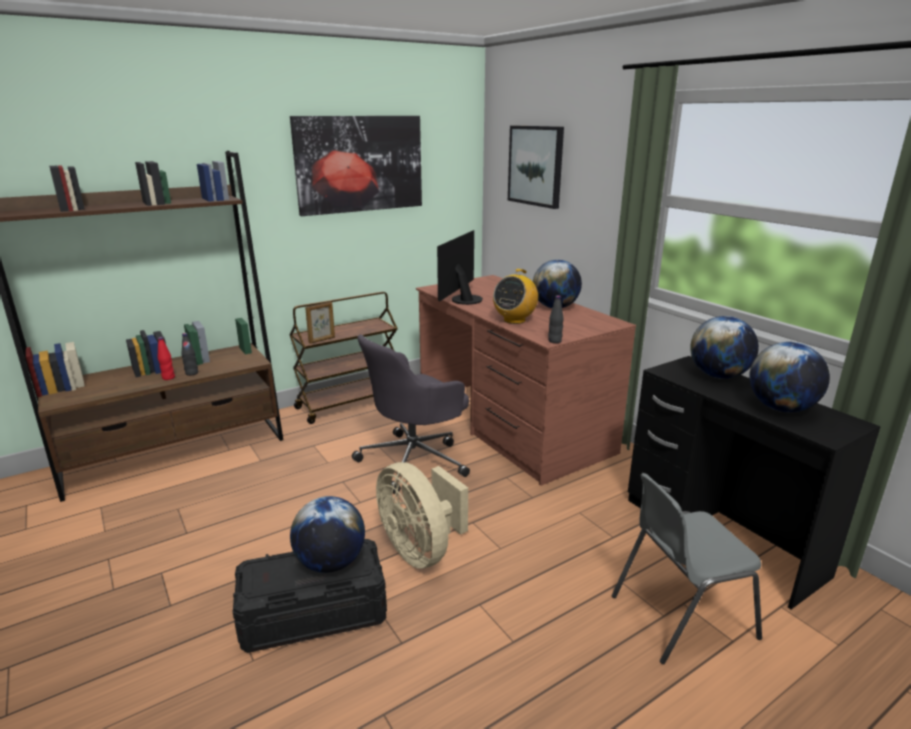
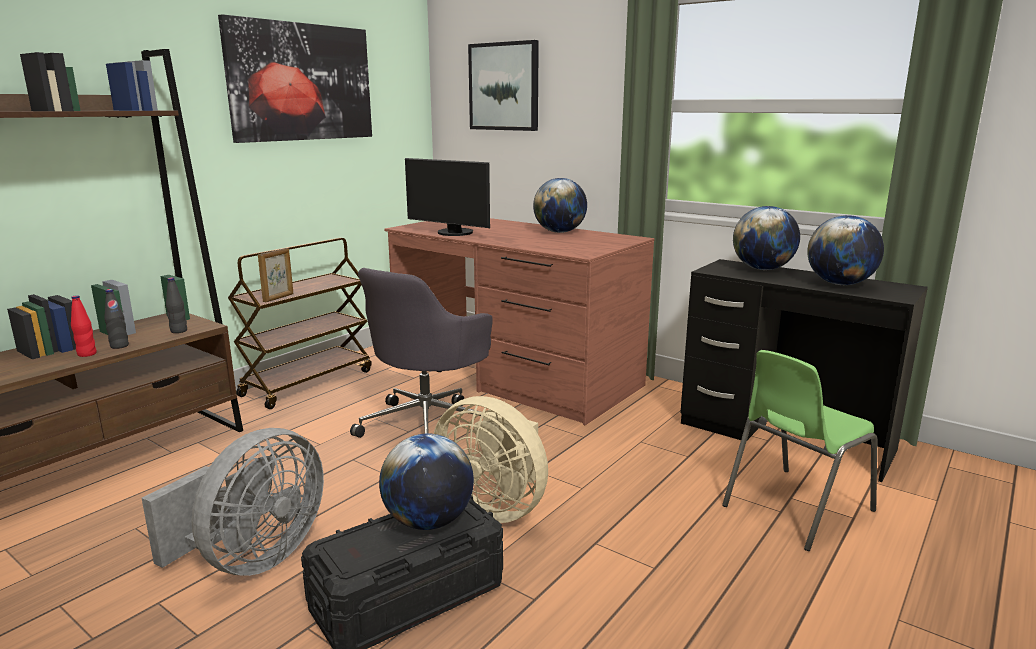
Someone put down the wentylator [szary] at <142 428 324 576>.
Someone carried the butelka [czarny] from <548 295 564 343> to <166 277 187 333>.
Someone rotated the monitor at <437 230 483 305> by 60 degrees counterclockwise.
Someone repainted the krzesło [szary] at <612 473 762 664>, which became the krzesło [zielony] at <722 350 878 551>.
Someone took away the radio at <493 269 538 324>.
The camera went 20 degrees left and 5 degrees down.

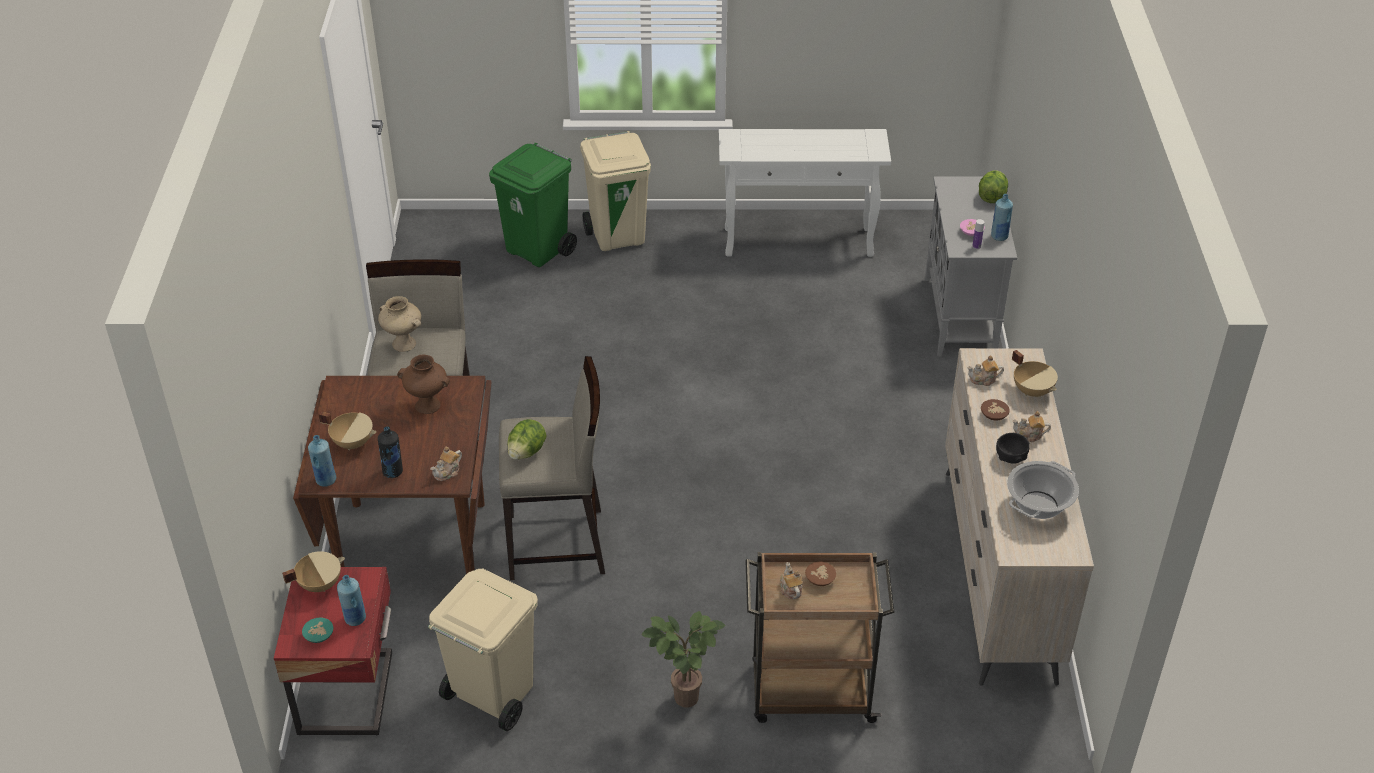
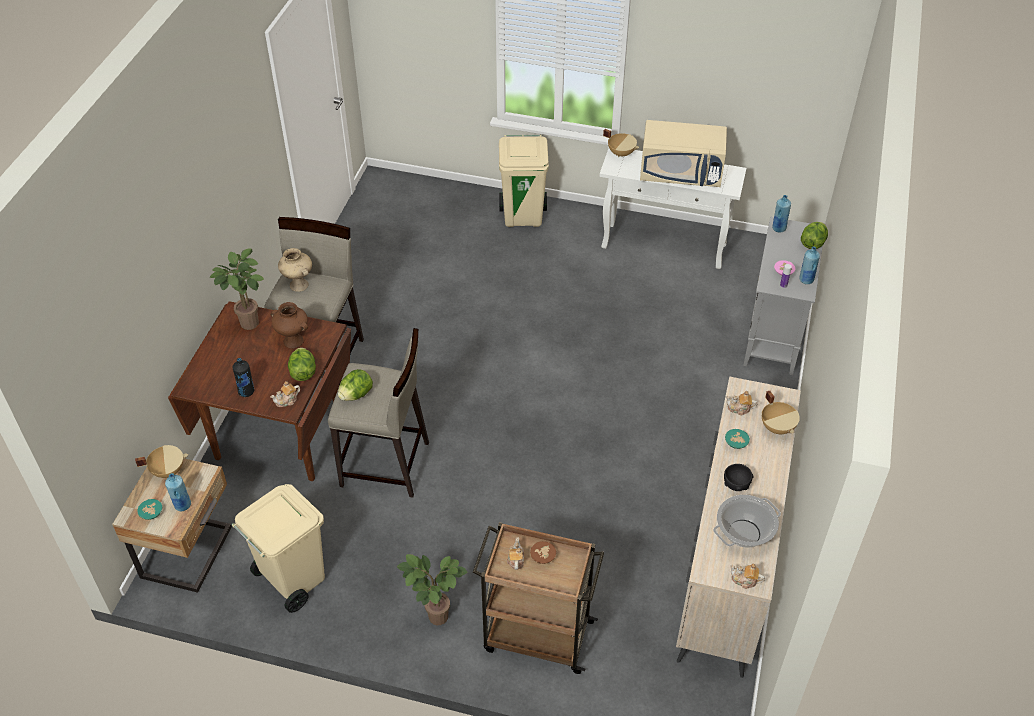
Someone repainted the szafka nocna [czerwony] at <274 567 392 735>, which became the szafka nocna [beżowy] at <112 459 232 593>.
Someone put down the roślina doniczkowa at <210 248 264 330>.
Someone put down the sałata at <288 348 316 381>.
Someone carried the garnek [beżowy] from <319 412 376 450> to <603 129 639 157>.
Someone put down the mikrofalówka [beżowy] at <640 120 727 187>.
Someone repainted the miska [brązowy] at <981 399 1010 420>, which became the miska [turkusowy] at <725 429 750 449>.
Someone carried the imbryk from <1012 411 1051 442> to <730 564 765 589>.
Someone carried the butelka [niebieski] from <308 435 336 487> to <772 195 791 233>.
Someone took away the kosz na śmieci [zielony] at <489 143 577 267>.
The camera went 15 degrees right and 5 degrees up.

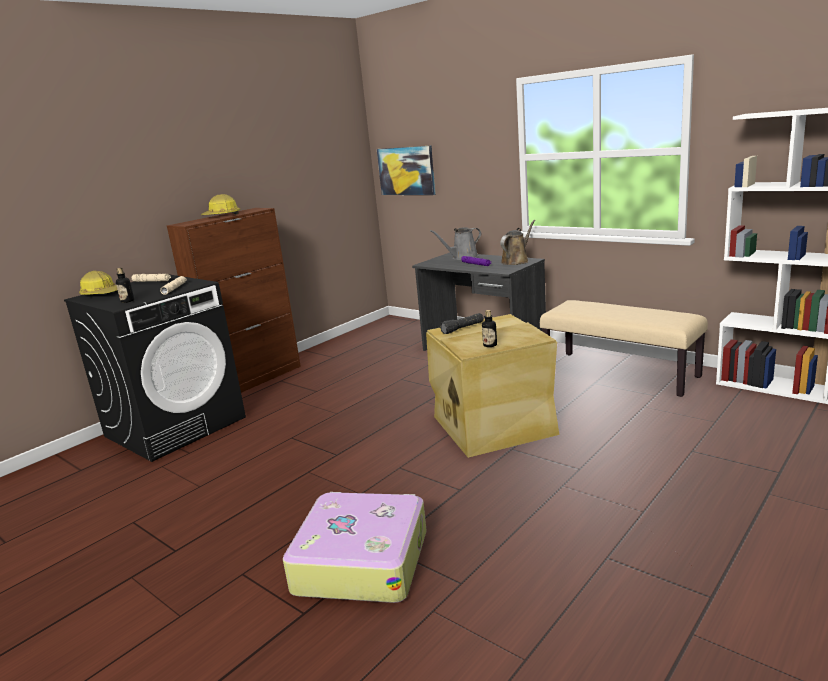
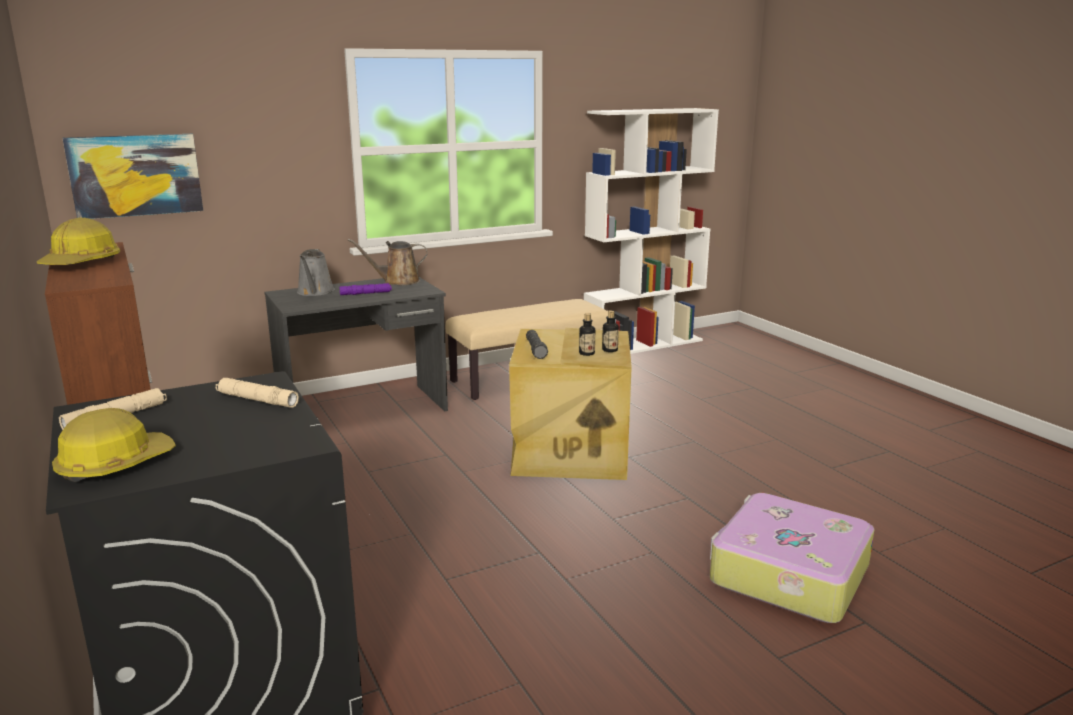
Someone rotated the konewka [brązowy] at <500 220 535 265> by 75 degrees counterclockwise.
Someone carried the butelka from <116 268 134 303> to <579 313 595 356>.
The camera went 70 degrees left and 0 degrees up.

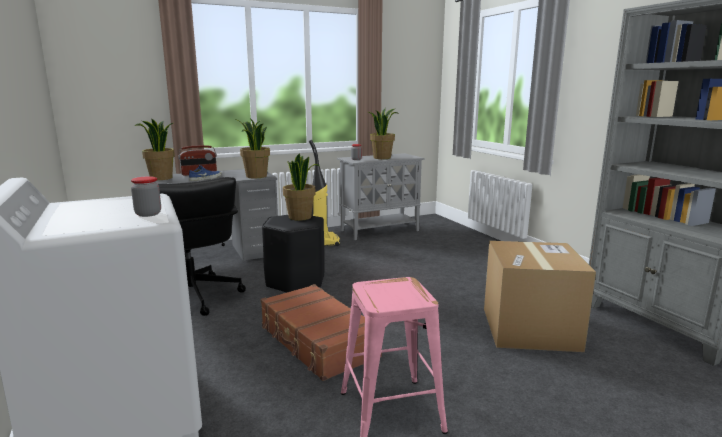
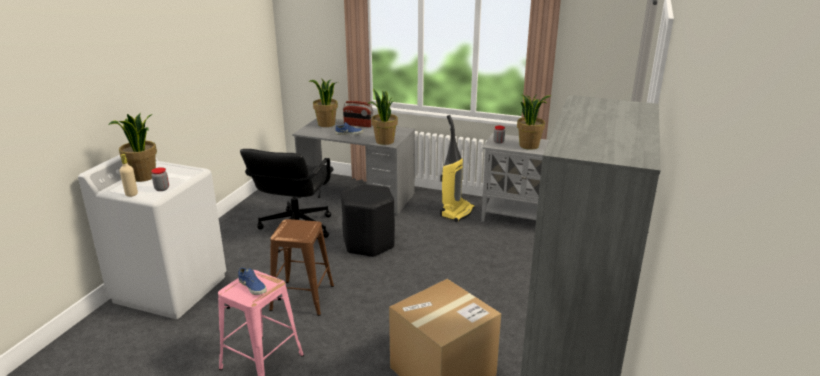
Someone carried the roślina doniczkowa from <283 154 319 221> to <108 113 157 182>.
Someone put down the butelka [beżowy] at <120 154 138 197>.
Someone put down the but [niebieski] at <238 268 267 295>.
Someone swapped the walizka [brązowy] at <261 284 382 381> for the stołek [brązowy] at <269 219 334 316>.
The camera went 45 degrees right and 10 degrees up.

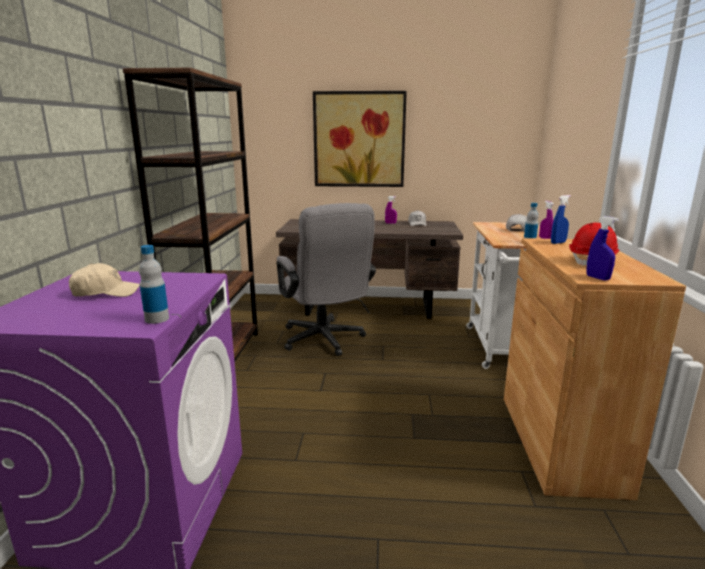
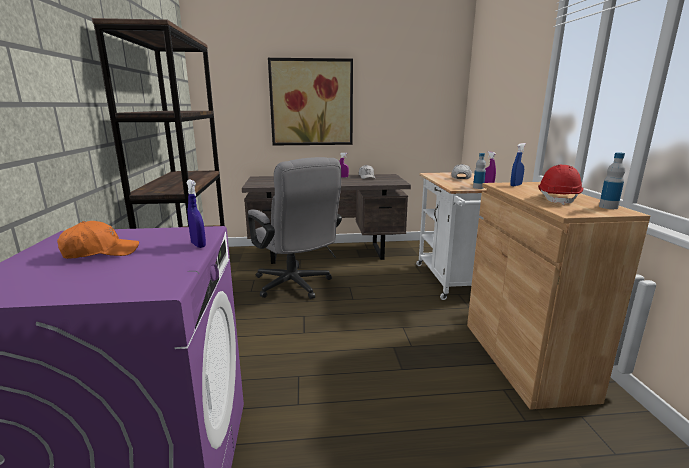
Someone repainted the czapka z daszkiem [beżowy] at <69 263 140 297>, which became the czapka z daszkiem [pomarańczowy] at <57 221 139 259>.
Someone carried the spryskiwacz [niebieski] from <587 216 619 280> to <186 180 206 248>.
Someone carried the butelka from <139 245 169 324> to <599 152 625 209>.
The camera went 10 degrees left and 0 degrees up.

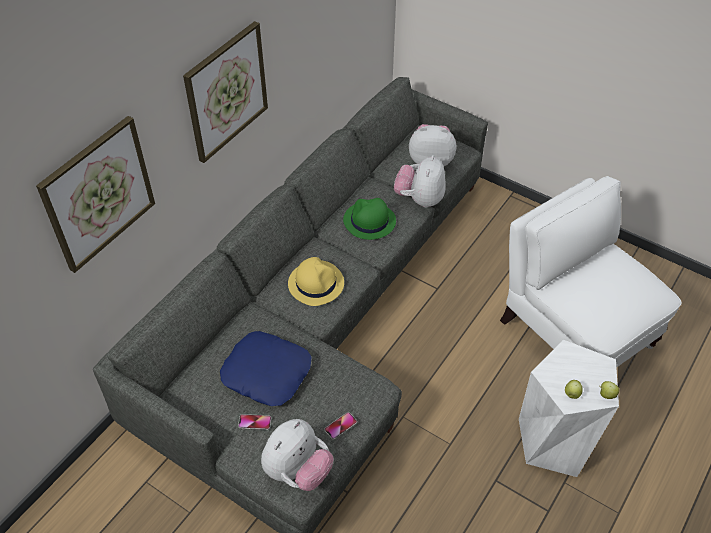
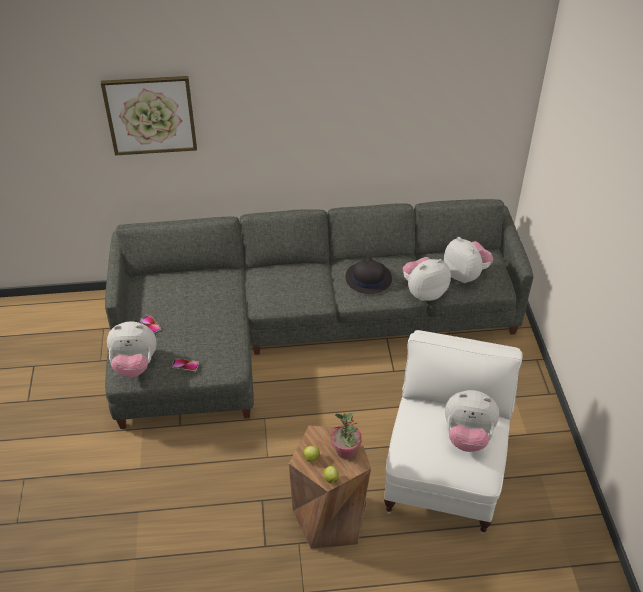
Someone repainted the stołek [biały] at <519 340 619 477>, which became the stołek [brązowy] at <289 425 371 549>.
Someone put down the roślina doniczkowa at <331 413 362 459>.
Someone repainted the kapelusz [zielony] at <343 198 396 240>, which became the kapelusz [czarny] at <346 256 392 294>.
Someone put down the pluszak at <445 390 499 452>.
Someone took away the obraz at <183 21 268 163>.
Someone took away the poduszka [niebieski] at <220 331 311 406>.
Someone took away the kapelusz [żółty] at <288 257 344 306>.
The camera went 50 degrees right and 5 degrees down.

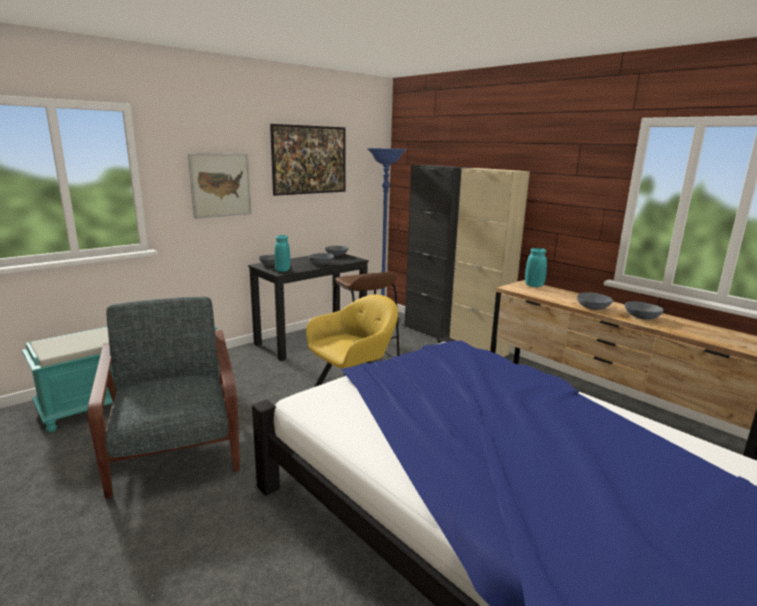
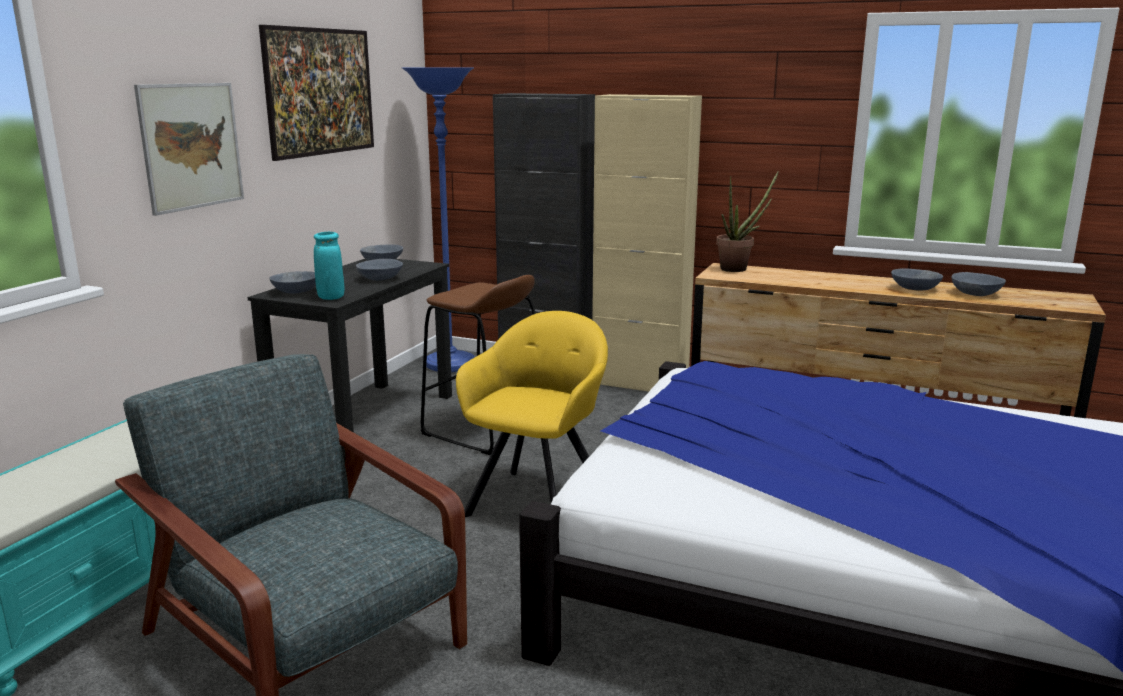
Someone swapped the wazon [turkusowy] at <525 248 547 287> for the roślina doniczkowa at <716 171 779 272>.
Someone carried the miska [szary] from <577 292 613 310> to <951 272 1006 296>.
The camera went 25 degrees left and 0 degrees up.

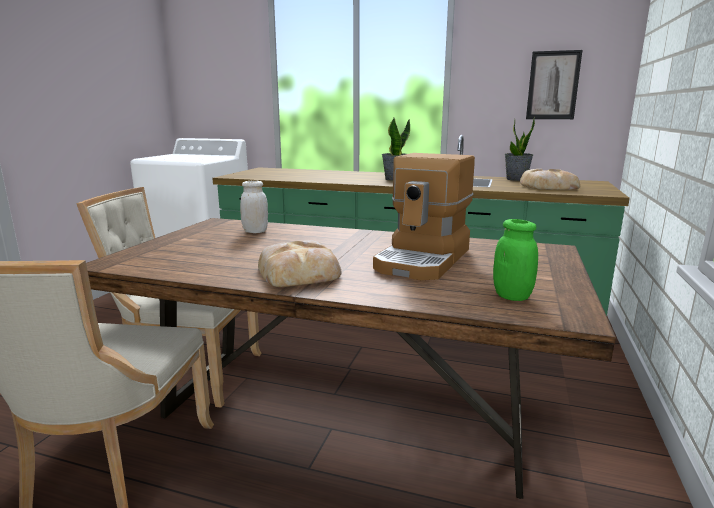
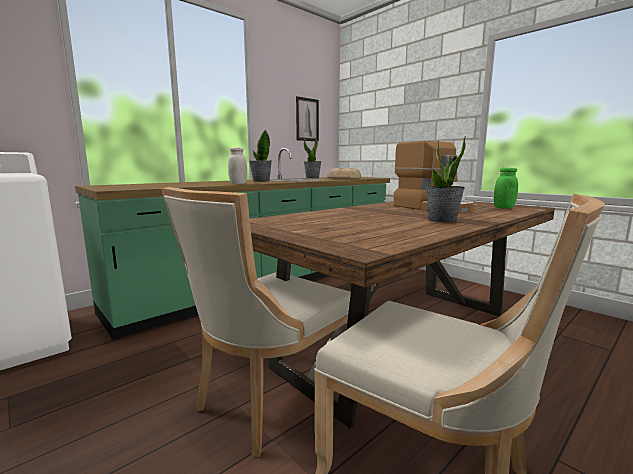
Someone carried the słoik [biały] from <240 181 268 233> to <228 147 247 184>.
Someone swapped the chleb at <258 240 341 287> for the roślina doniczkowa at <425 137 466 223>.
The camera went 60 degrees left and 5 degrees down.

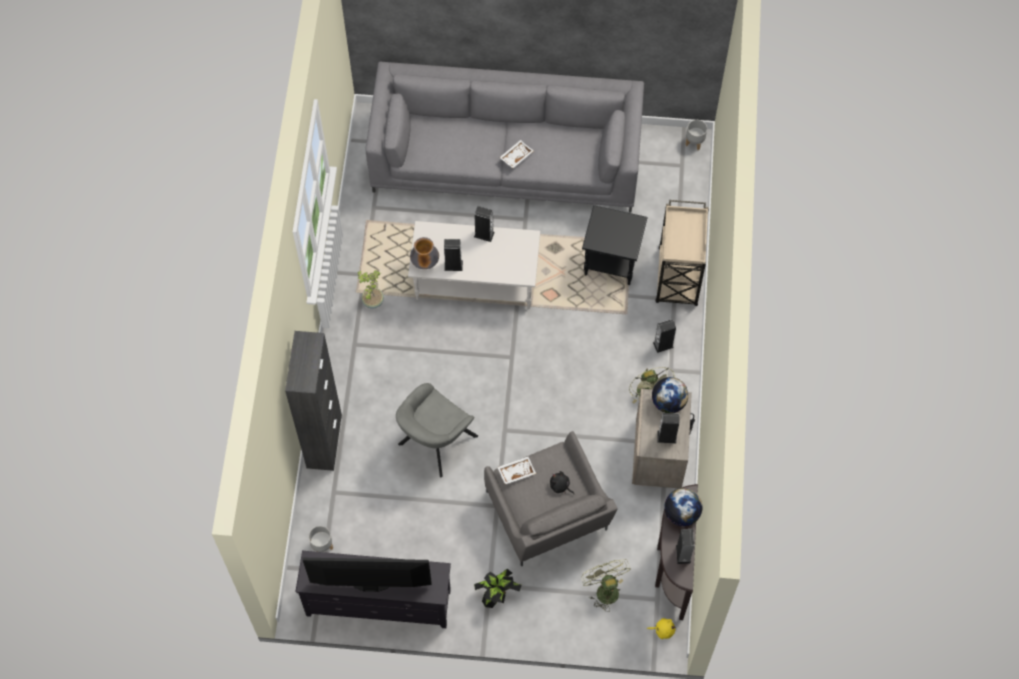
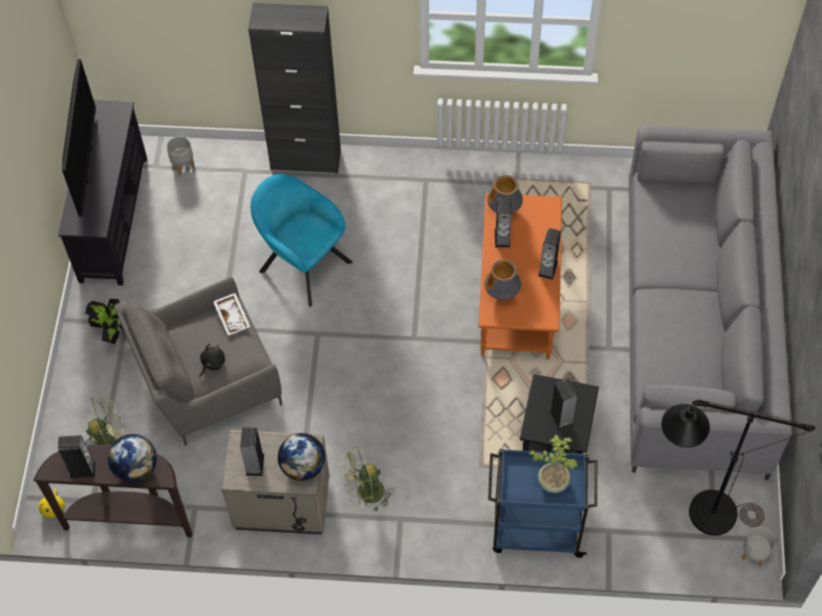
Someone repainted the fotel [szary] at <396 383 478 478>, which became the fotel [turkusowy] at <251 174 352 307>.
Someone repainted the ława [biały] at <408 221 540 309>, which became the ława [pomarańczowy] at <479 193 562 360>.
Someone put down the wazon at <484 259 521 300>.
Someone repainted the wózek [beżowy] at <656 200 709 306>, which became the wózek [niebieski] at <488 449 597 558>.
Someone carried the roślina doniczkowa from <358 270 384 309> to <529 435 578 493>.
Someone carried the głośnik from <653 319 676 353> to <549 379 577 430>.
Someone put down the lampa stojąca [czarny] at <661 400 815 535>.
Someone took away the taca [biały] at <499 140 534 168>.
The camera went 90 degrees right and 5 degrees down.

